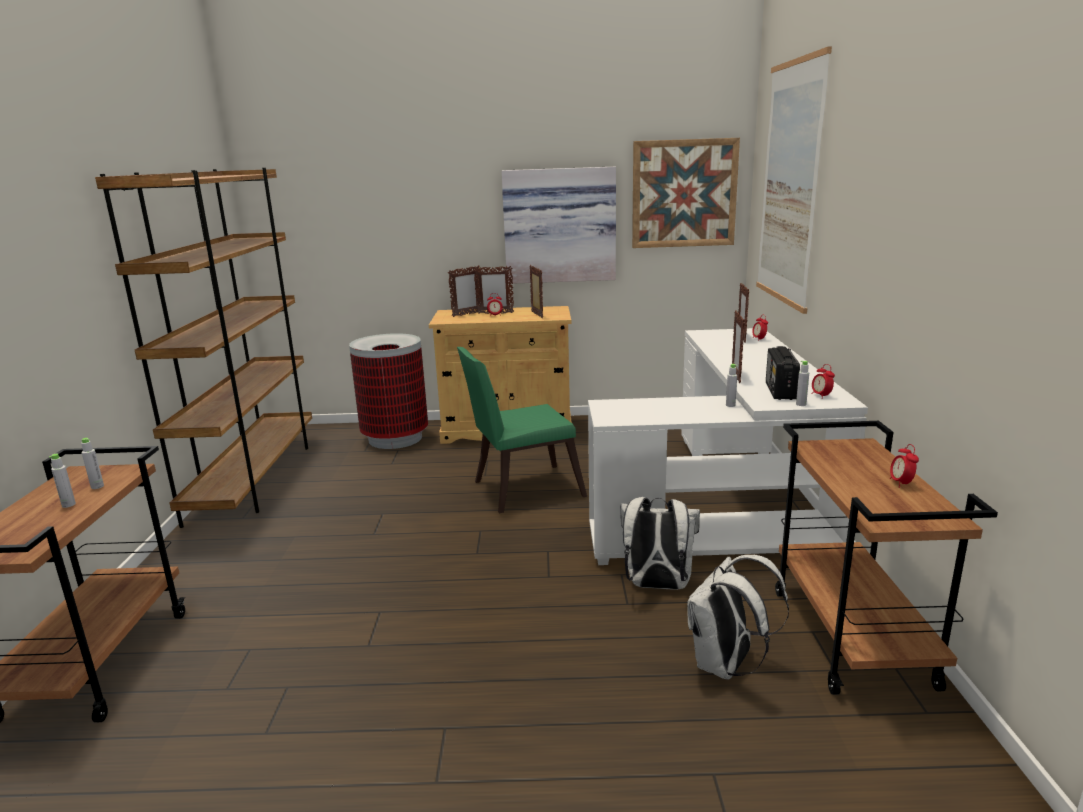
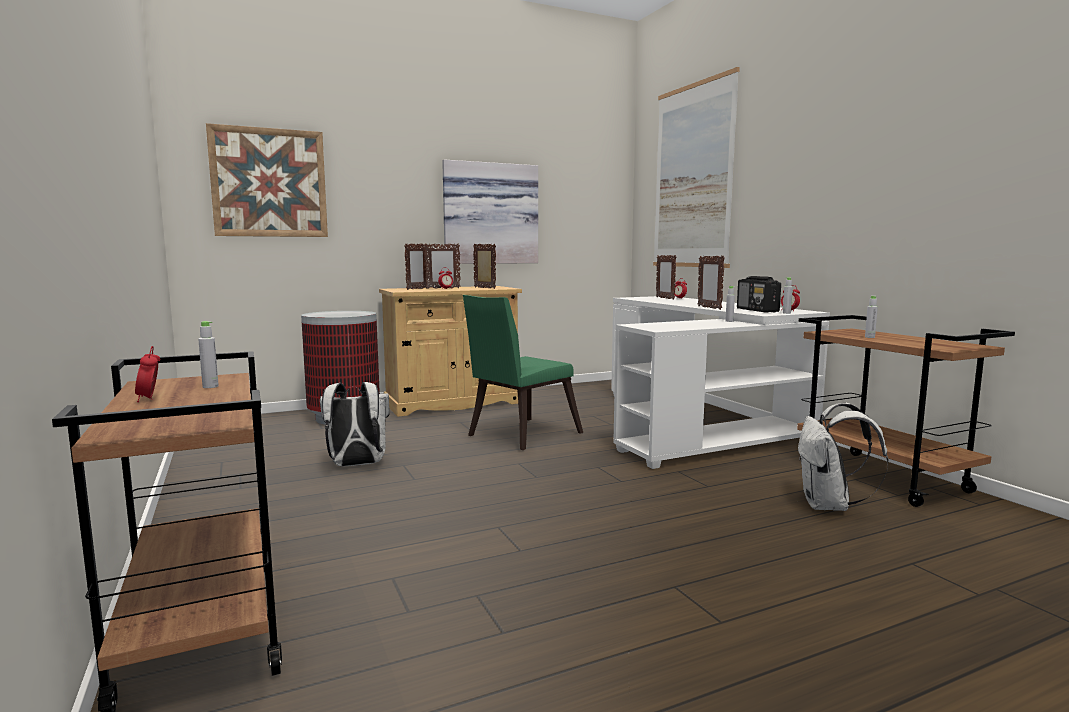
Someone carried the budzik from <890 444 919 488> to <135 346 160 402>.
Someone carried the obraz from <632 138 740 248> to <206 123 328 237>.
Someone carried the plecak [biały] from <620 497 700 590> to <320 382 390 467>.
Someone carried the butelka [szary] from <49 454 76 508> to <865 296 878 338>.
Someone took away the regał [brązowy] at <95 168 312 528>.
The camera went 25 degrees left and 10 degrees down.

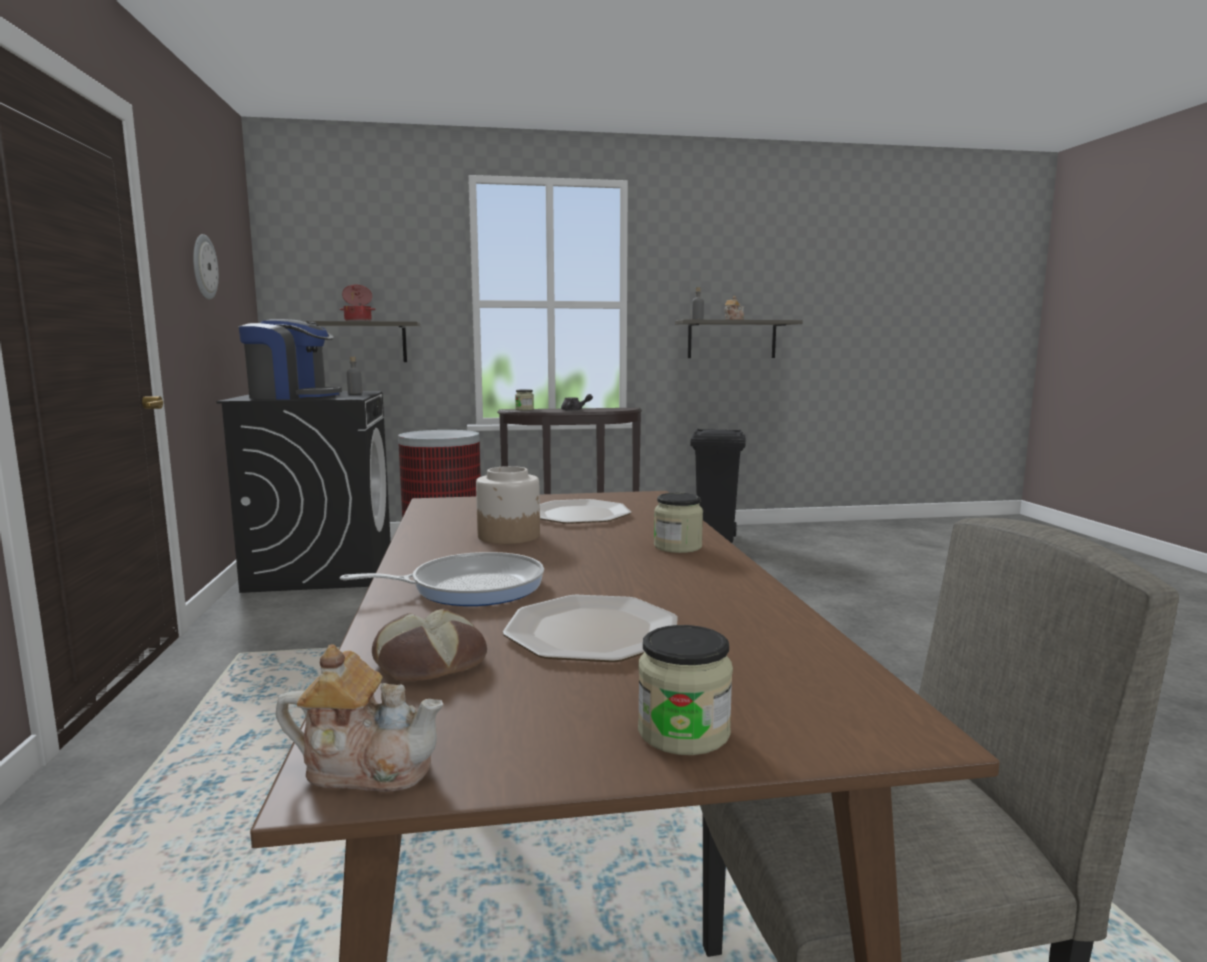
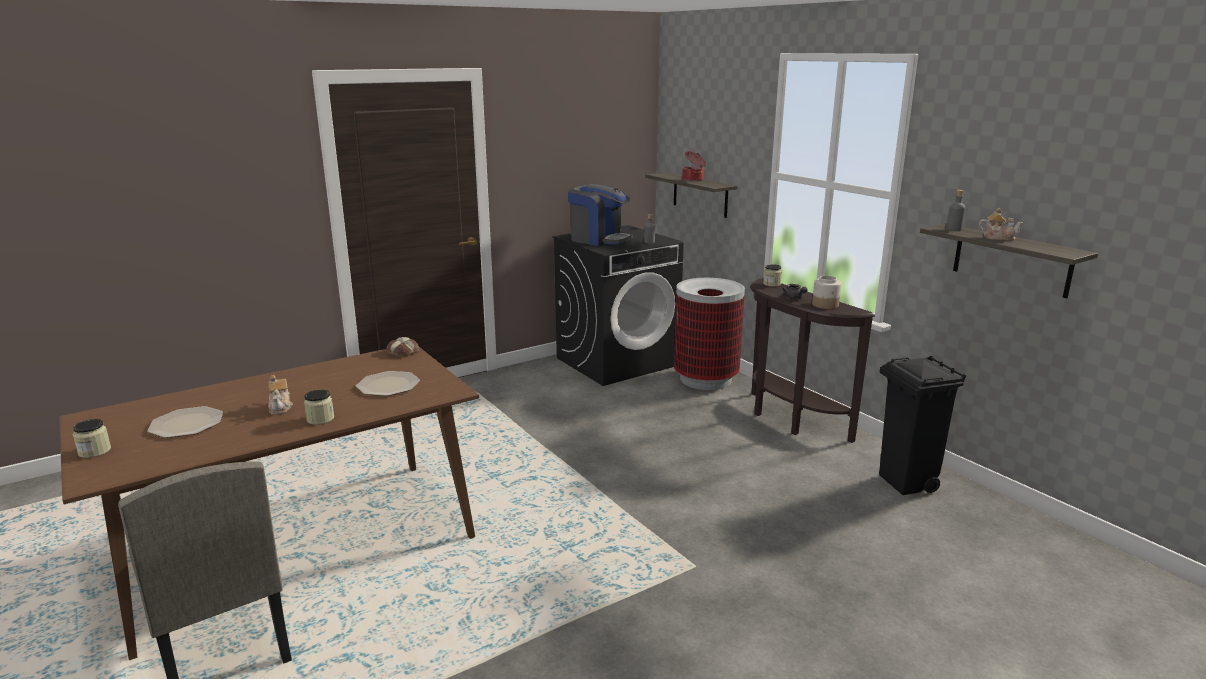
Someone carried the imbryk from <276 644 443 792> to <268 375 293 415>.
Someone carried the chleb from <372 609 487 681> to <386 337 419 356>.
Someone rotated the ekspres do kawy at <239 319 342 400> by 45 degrees counterclockwise.
Someone carried the słoik from <476 466 540 544> to <812 276 841 309>.
Someone took away the zegar ścienny at <193 234 219 300>.
Someone took away the patelnia at <340 552 544 606>.
The camera went 65 degrees right and 10 degrees up.

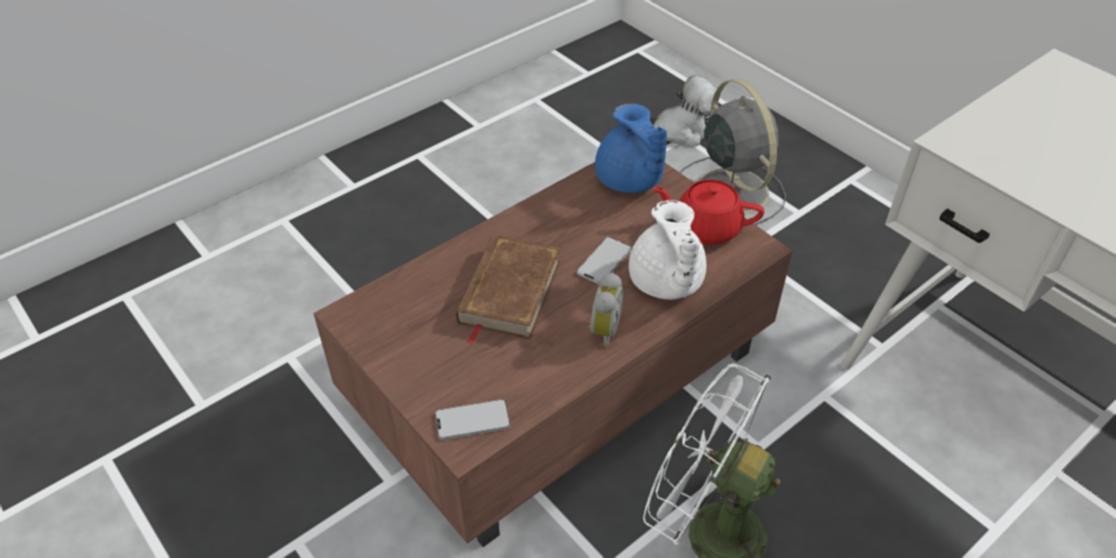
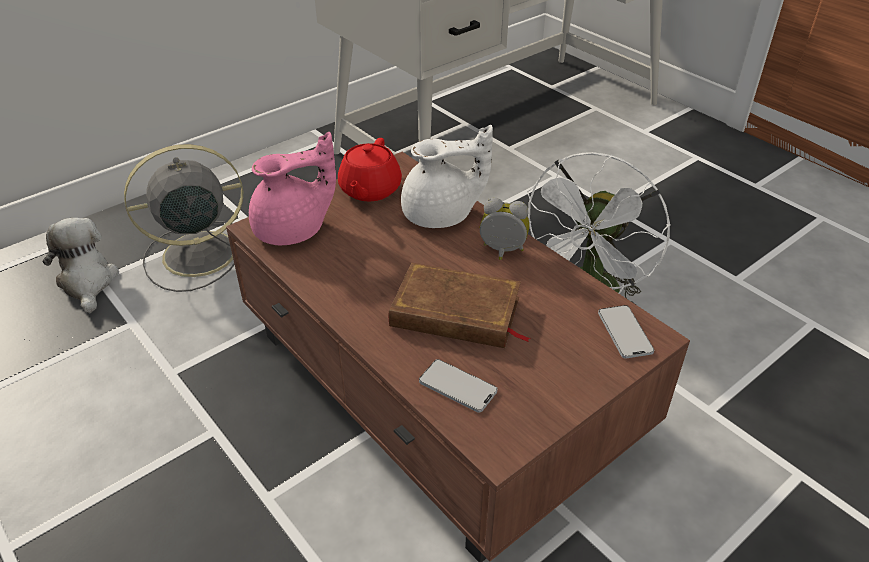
Someone repainted the imbryk [niebieski] at <595 104 667 193>, which became the imbryk [różowy] at <249 132 336 245>.
Someone carried the telefon from <577 237 631 285> to <419 359 497 413>.
The camera went 90 degrees left and 5 degrees down.

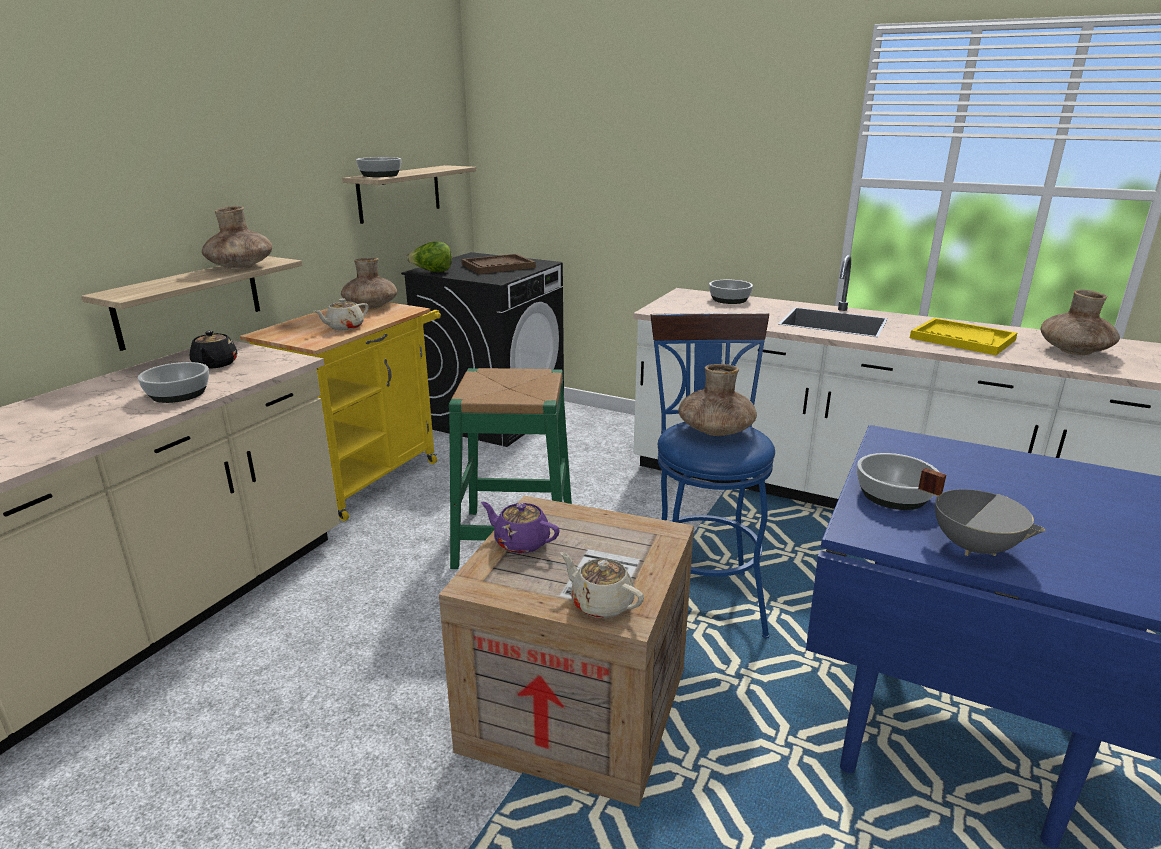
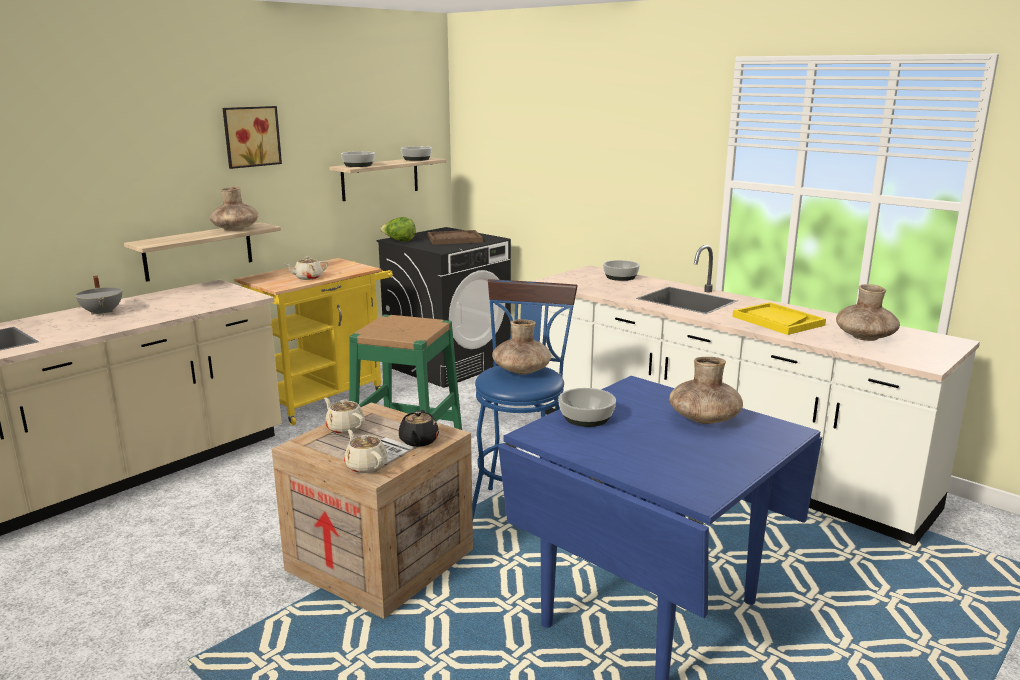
Someone carried the garnek [szary] from <918 468 1046 556> to <75 276 123 316>.
Someone put up the obraz at <222 106 282 169>.
Someone repainted the imbryk [fioletowy] at <481 502 560 554>, which became the imbryk [beżowy] at <324 397 365 434>.
Someone carried the imbryk [czarny] from <190 330 237 369> to <399 410 439 447>.
Someone carried the miska from <138 362 209 403> to <401 146 432 161>.
Someone carried the wazon [brązowy] from <341 258 397 309> to <669 357 743 424>.
The camera went 15 degrees right and 5 degrees down.

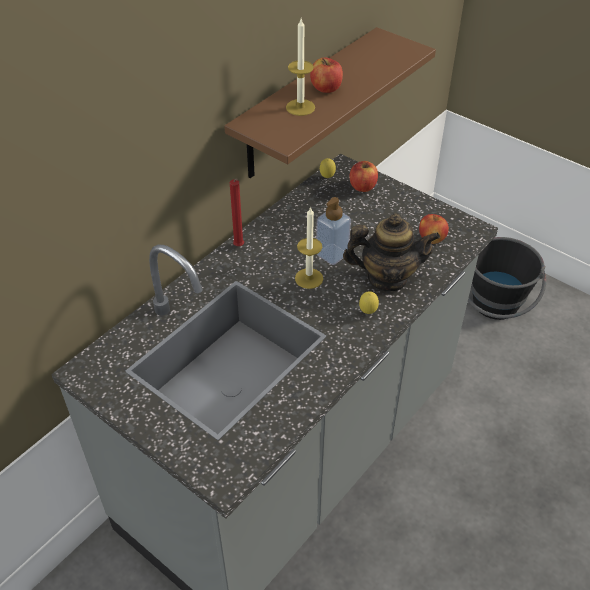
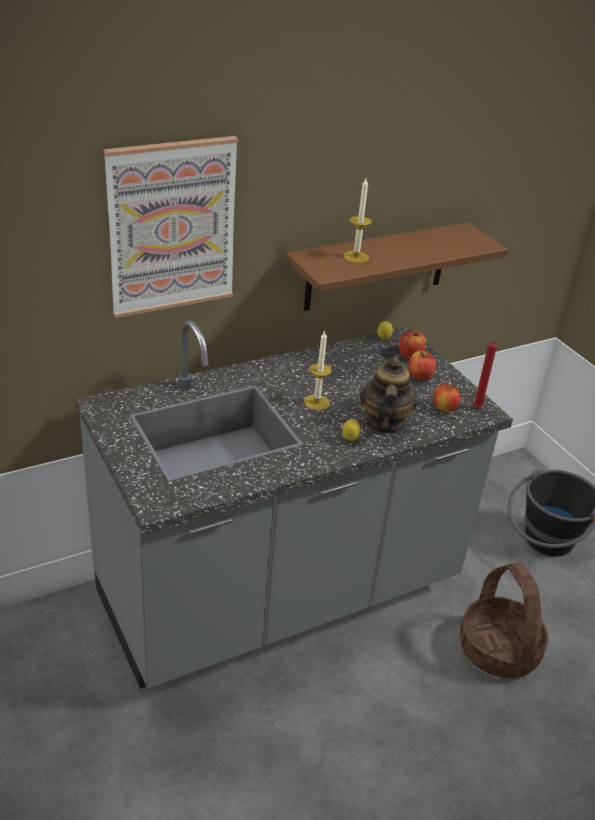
Someone put up the obraz at <103 136 238 318>.
Someone rotated the imbryk at <343 213 440 292> by 105 degrees counterclockwise.
Someone carried the jabłko from <310 57 343 93> to <408 350 436 380>.
Someone put down the koszyk at <460 563 548 678>.
Someone carried the świeca [czerwony] from <230 179 244 246> to <473 342 497 408>.
Someone took away the dozownik mydła at <316 197 351 265>.
The camera went 20 degrees right and 10 degrees down.

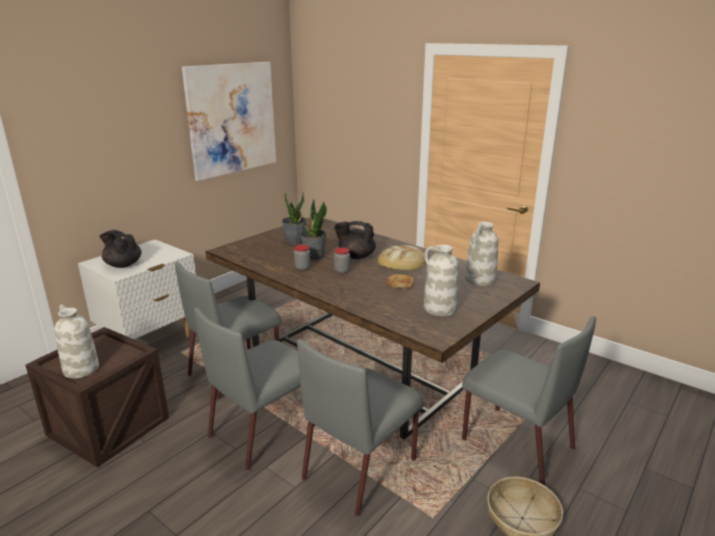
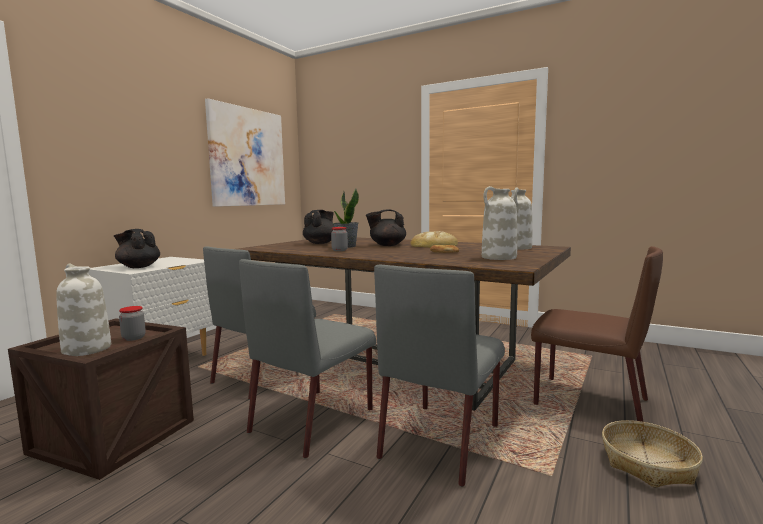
Someone carried the słoik from <334 247 350 274> to <119 306 146 341>.
Someone swapped the roślina doniczkowa at <282 191 307 245> for the imbryk [czarny] at <303 210 334 244>.
Someone repainted the krzesło [szary] at <462 316 596 485>, which became the krzesło [brązowy] at <531 246 663 422>.
The camera went 10 degrees left and 15 degrees down.

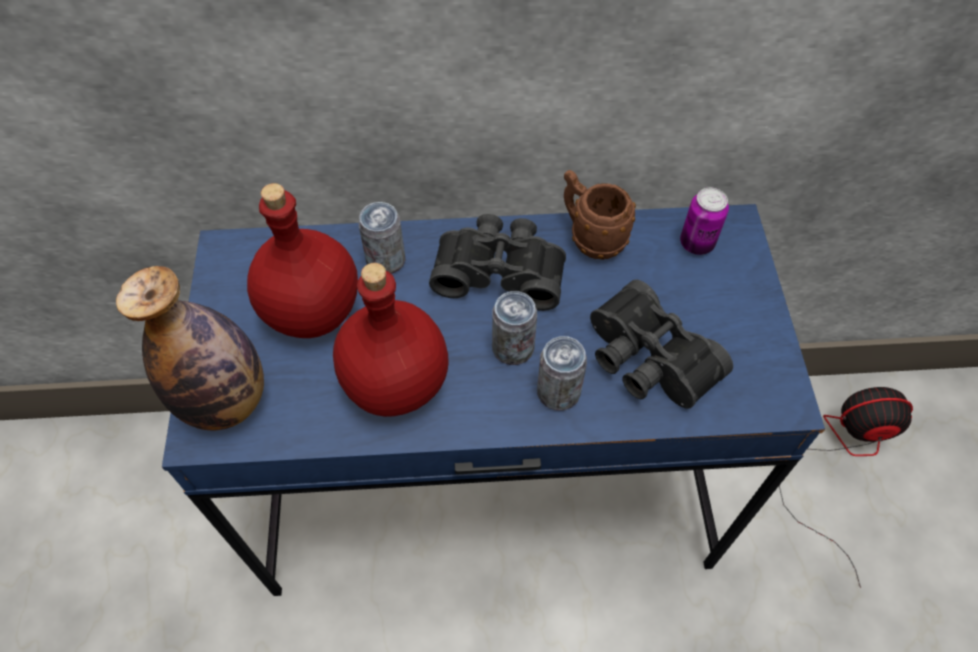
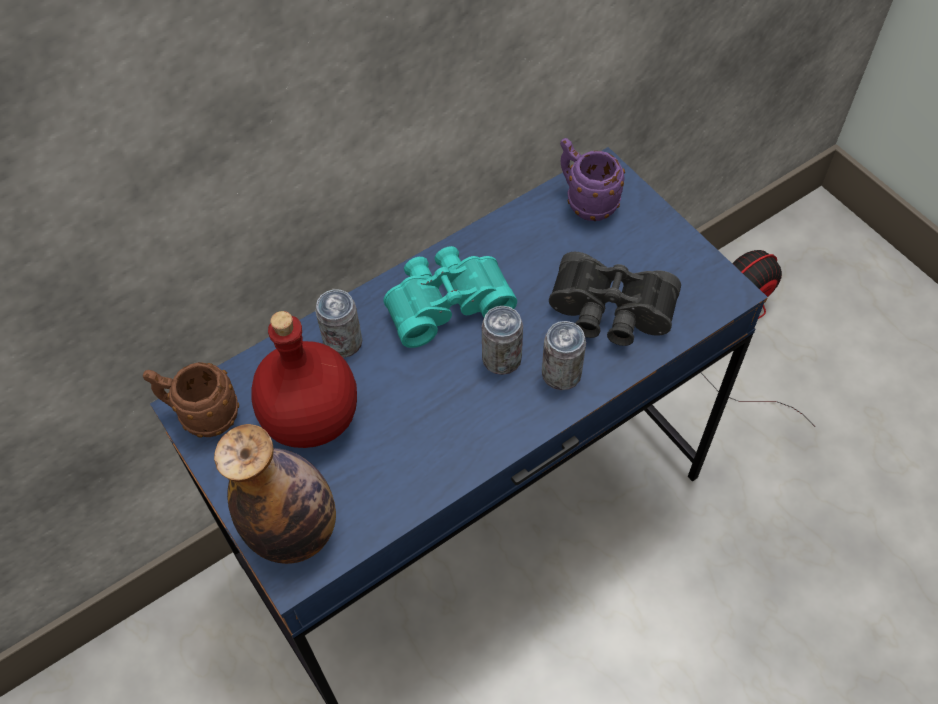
Someone carried the kubek [brązowy] from <564 170 636 260> to <143 362 239 438>.
Someone repainted the lornetka [czarny] at <429 214 566 311>, which became the lornetka [turkusowy] at <383 246 517 348>.
Someone swapped the puszka at <680 188 729 255> for the kubek [fioletowy] at <560 138 625 221>.
Someone took away the butelka [czerwony] at <333 263 448 417>.
The camera went 30 degrees left and 0 degrees up.

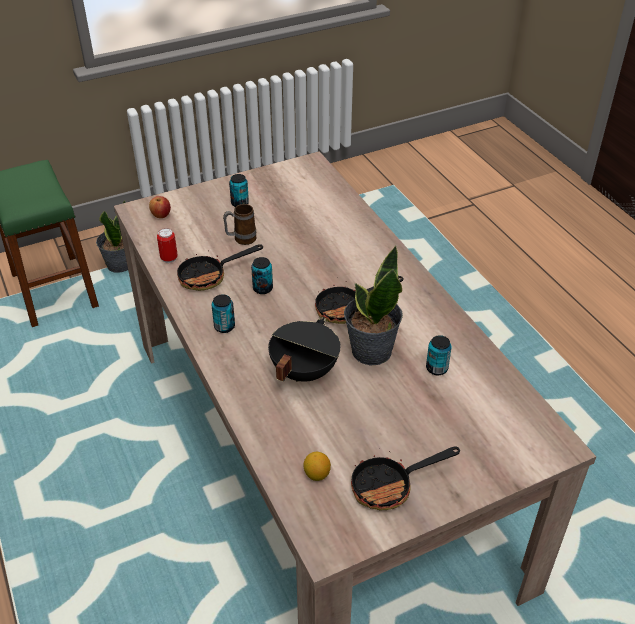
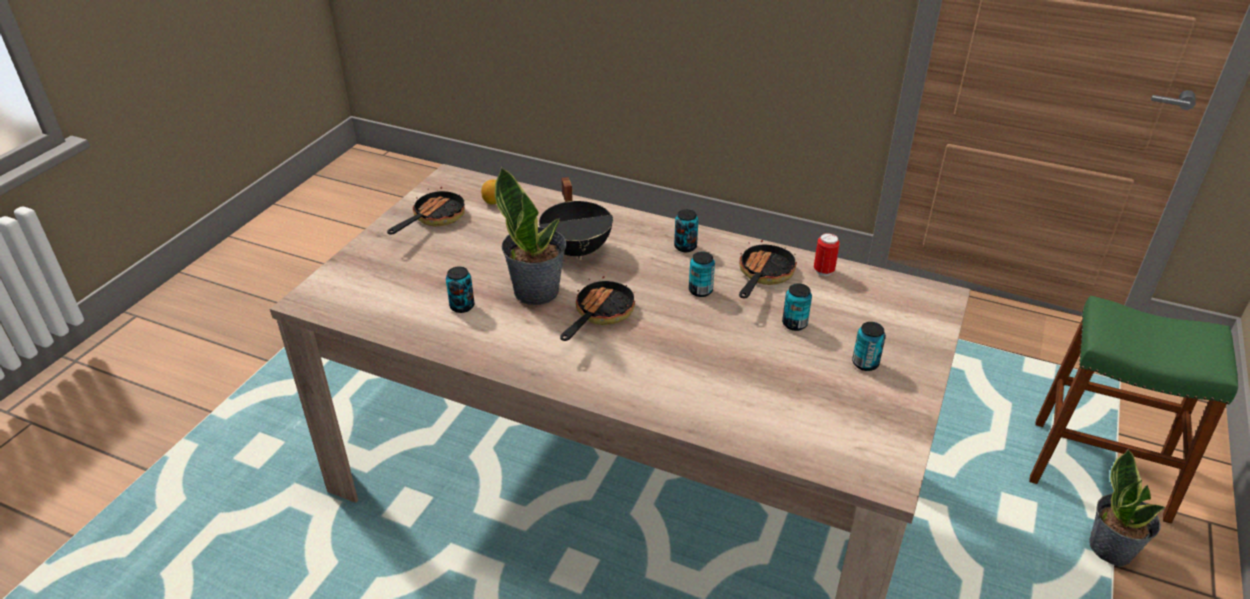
Someone swapped the kubek at <223 204 257 245> for the puszka at <782 283 812 331>.
Someone took away the jabłko at <149 196 171 218>.
The camera went 140 degrees right and 5 degrees down.

